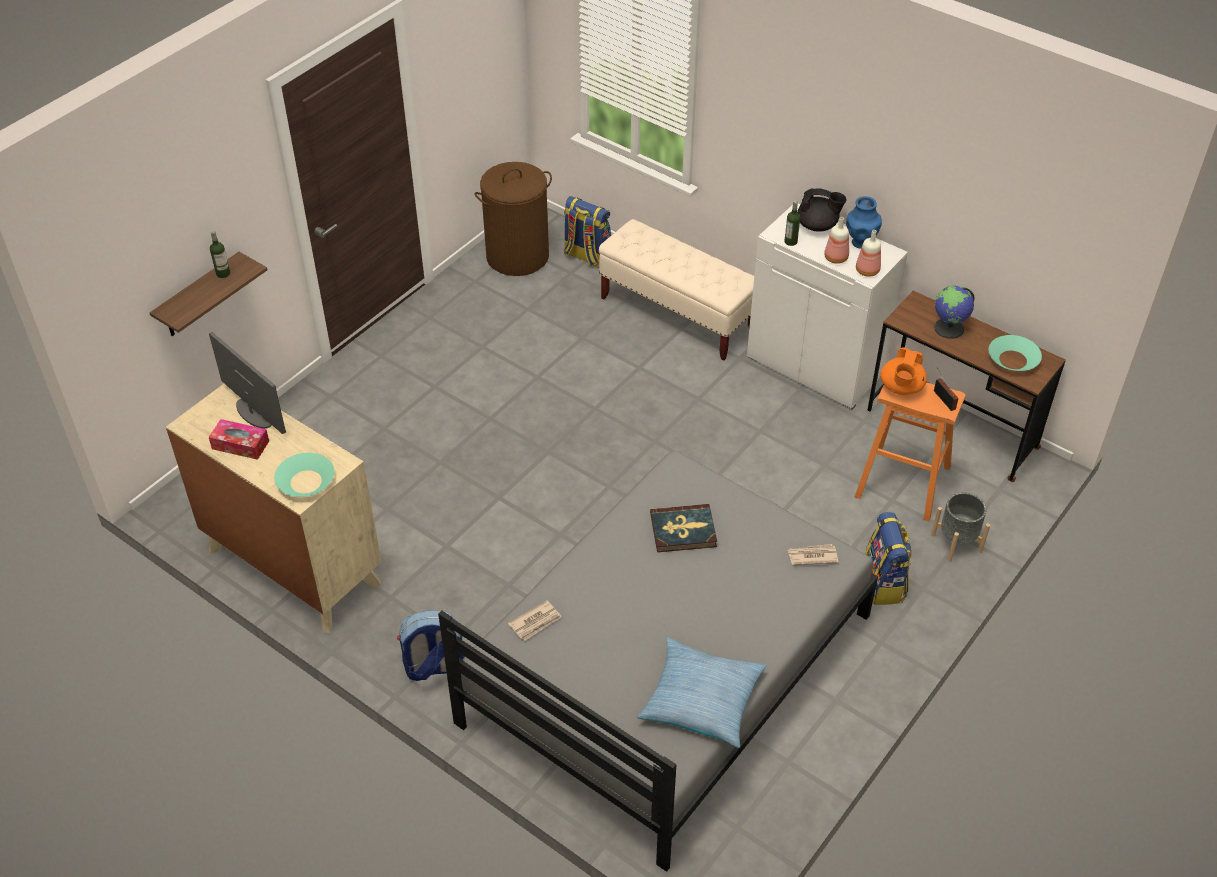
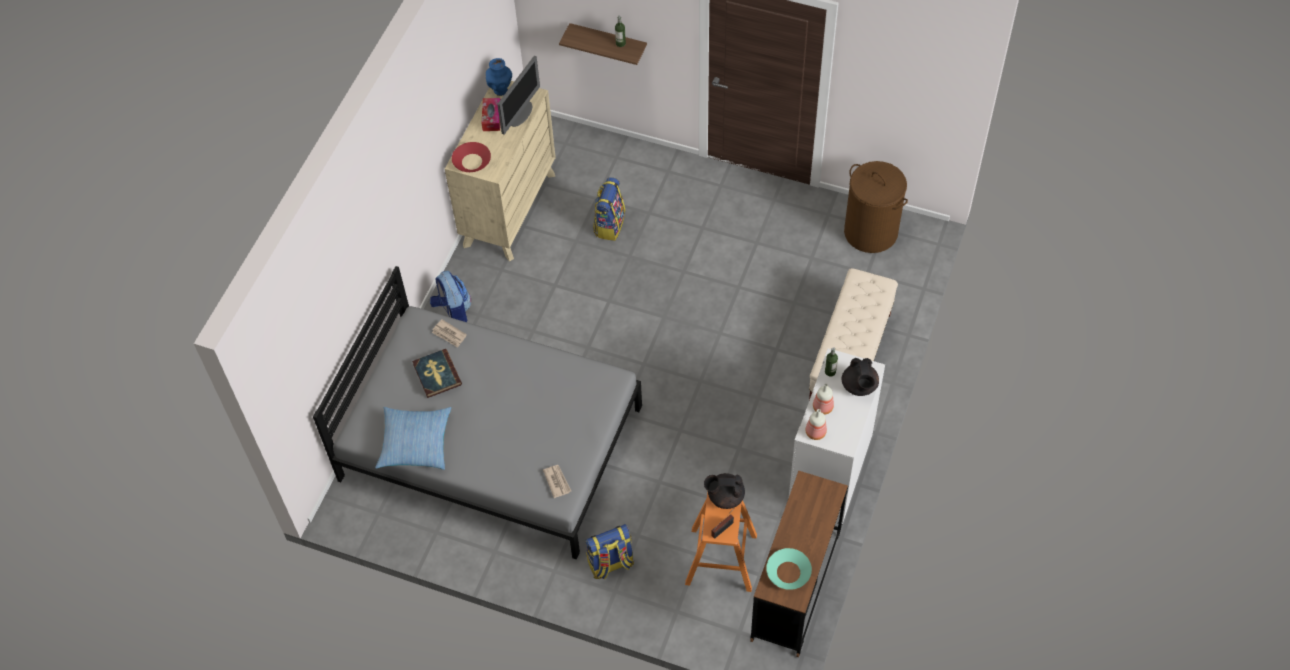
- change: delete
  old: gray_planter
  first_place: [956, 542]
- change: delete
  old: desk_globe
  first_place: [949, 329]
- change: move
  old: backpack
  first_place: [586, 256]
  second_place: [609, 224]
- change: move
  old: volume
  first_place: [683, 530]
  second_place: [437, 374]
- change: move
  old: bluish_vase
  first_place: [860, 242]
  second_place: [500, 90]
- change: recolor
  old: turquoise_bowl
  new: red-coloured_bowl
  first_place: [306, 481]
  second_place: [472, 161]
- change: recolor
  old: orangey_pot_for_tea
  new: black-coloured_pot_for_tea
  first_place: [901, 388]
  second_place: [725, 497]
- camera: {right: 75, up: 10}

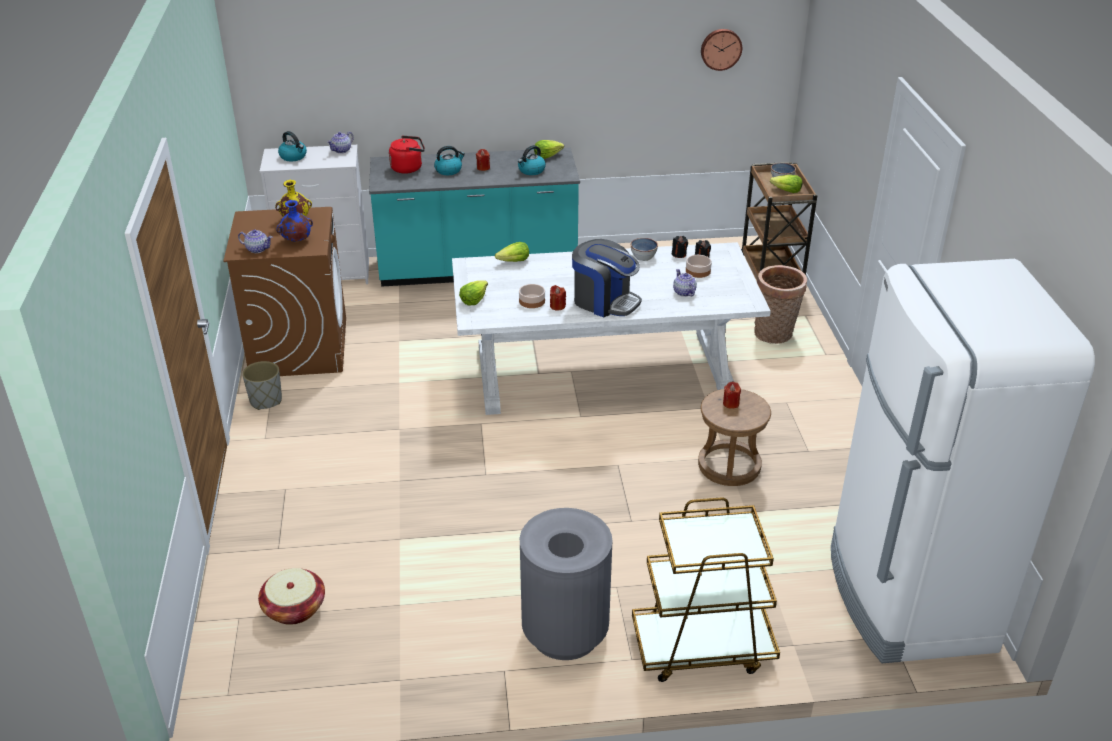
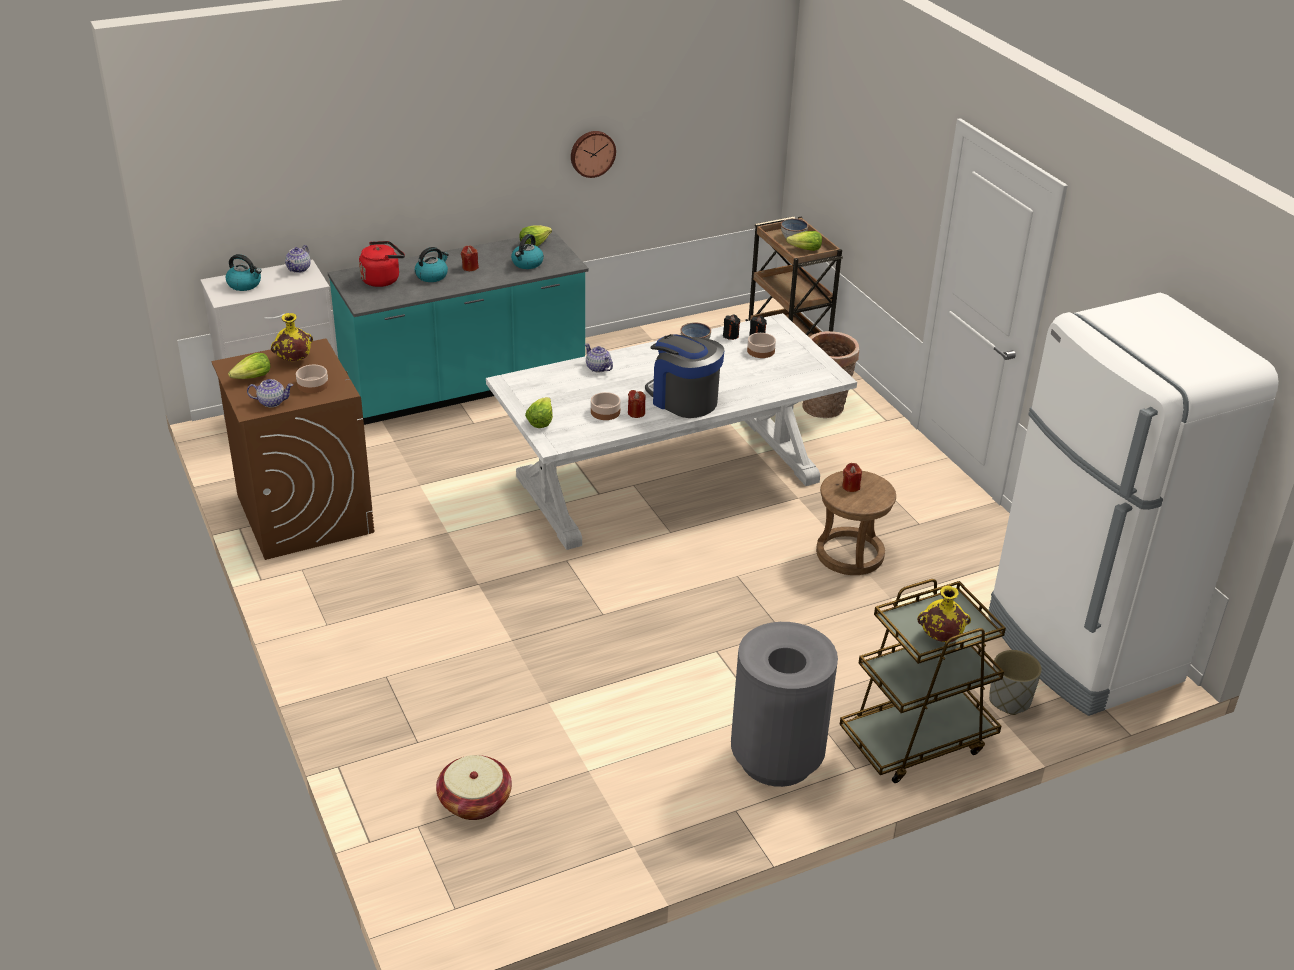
- change: insert
  new: yellow_vase
  second_place: [940, 637]
- change: move
  old: gray_planter
  first_place: [265, 401]
  second_place: [1009, 701]
- change: move
  old: lettuce_head
  first_place: [514, 261]
  second_place: [253, 378]
- change: move
  old: pot_for_tea
  first_place: [684, 292]
  second_place: [598, 368]
- change: move
  old: wall_clock
  first_place: [720, 49]
  second_place: [592, 153]
- change: replace
  old: bluish_vase
  new: bowl
  first_place: [296, 241]
  second_place: [312, 385]
- change: rotate
  old: coffee_machine
  first_place: [604, 301]
  second_place: [683, 399]
  degrees: -150
- camera: {right: -20, up: 0}

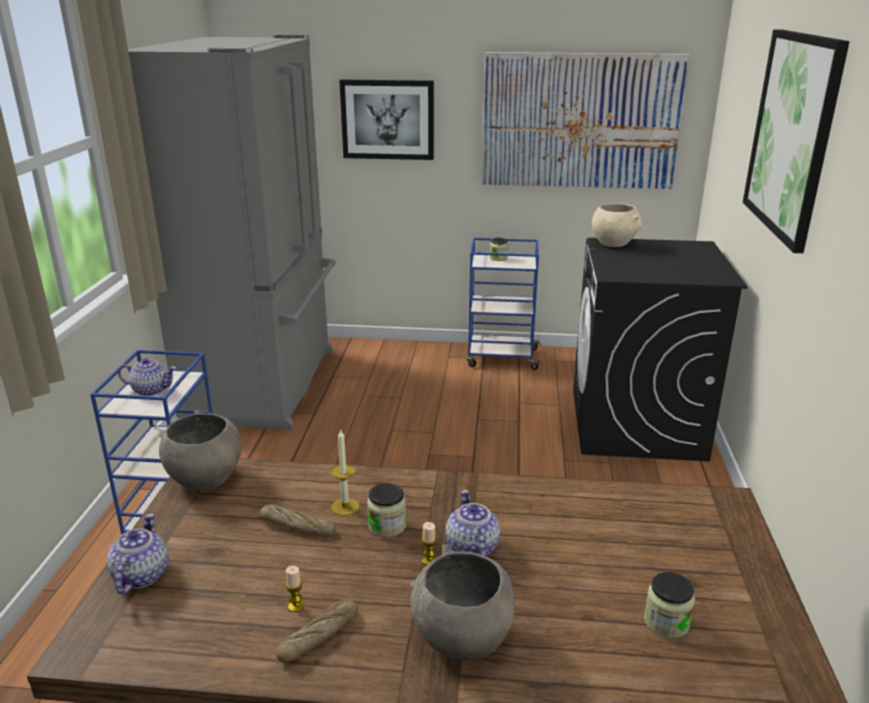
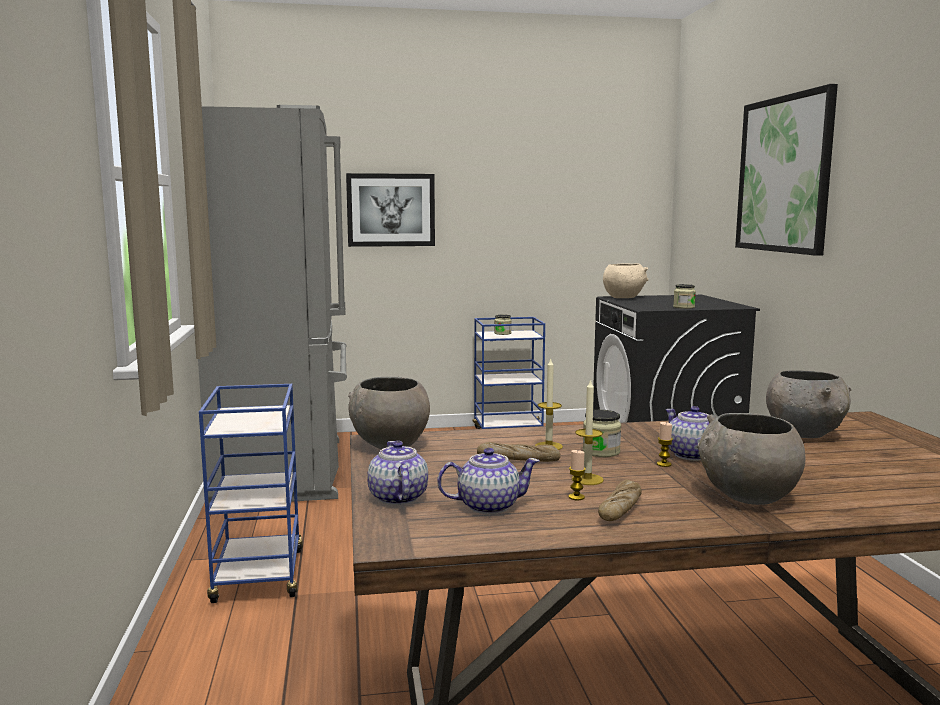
- change: delete
  old: wall_picture
  first_place: [580, 121]
- change: insert
  new: wax_candle
  second_place: [587, 479]
- change: insert
  new: gray_bowl
  second_place: [804, 434]
- change: move
  old: pot_for_tea
  first_place: [150, 390]
  second_place: [487, 506]
- change: move
  old: jar
  first_place: [666, 622]
  second_place: [684, 307]
- camera: {right: -15, up: -15}

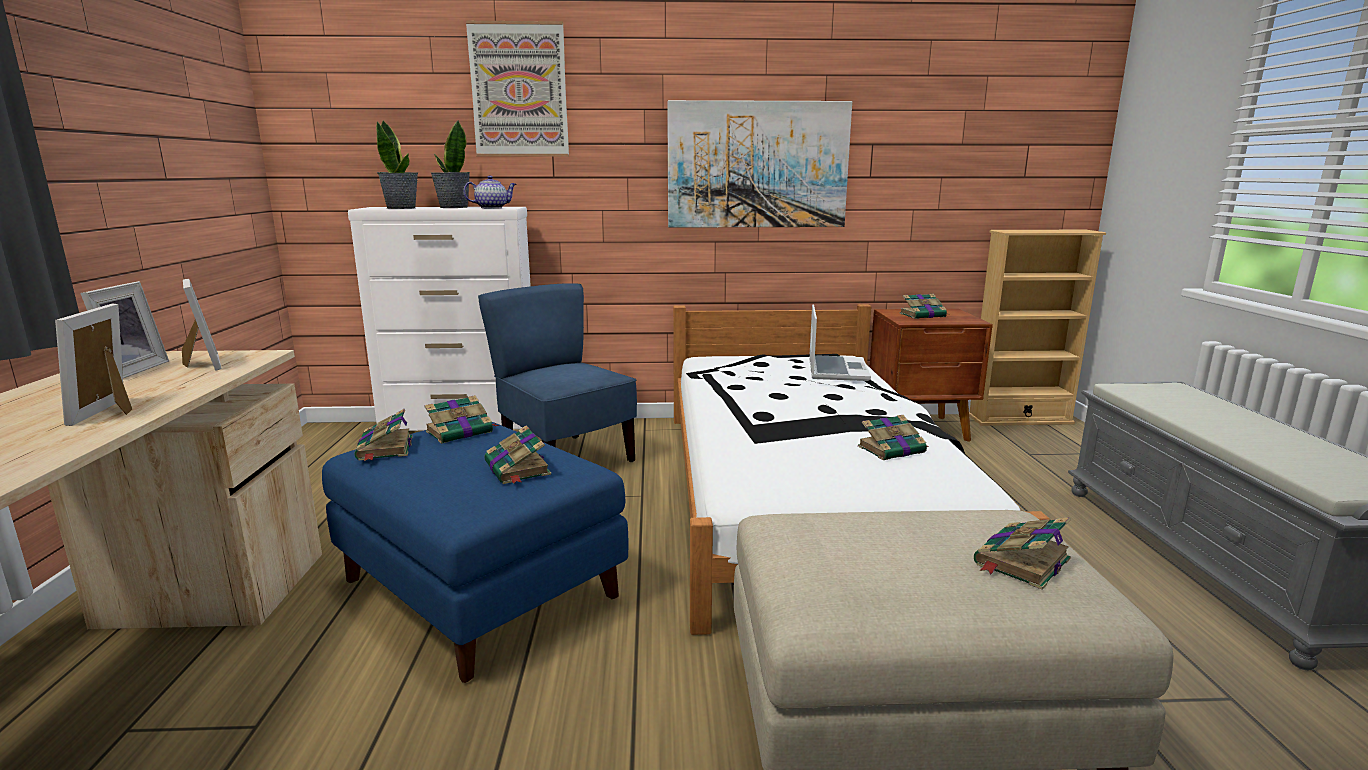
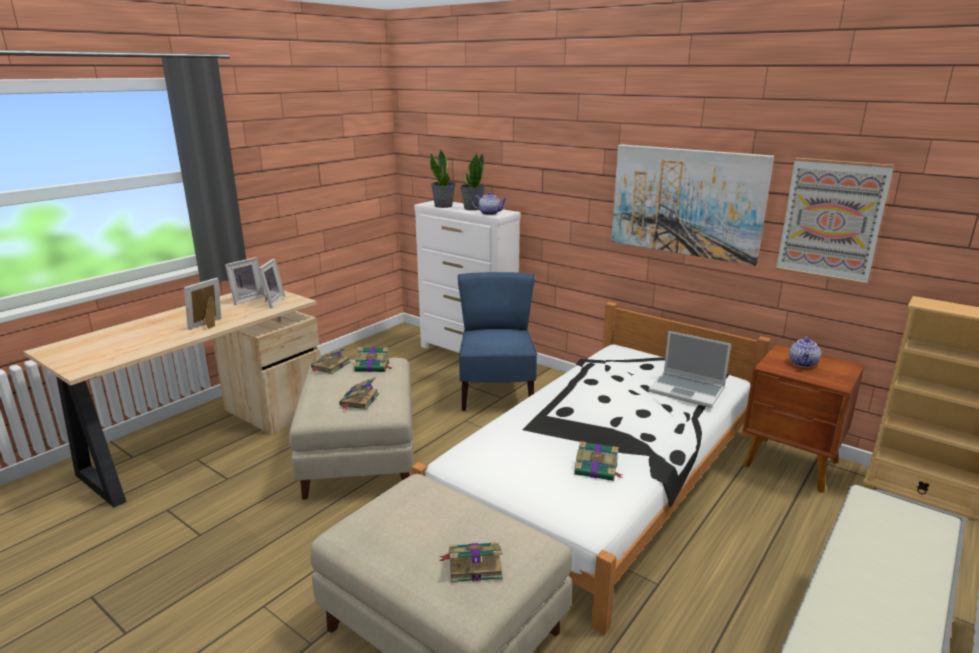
- change: move
  old: wall_picture
  first_place: [519, 90]
  second_place: [831, 220]
- change: replace
  old: volume
  new: pot_for_tea
  first_place: [923, 315]
  second_place: [803, 364]
- change: recolor
  old: bluish_pouffe
  new: sand-coloured_pouffe
  first_place: [482, 590]
  second_place: [361, 458]
- change: rotate
  old: laptop
  first_place: [836, 370]
  second_place: [688, 390]
  degrees: 75
- camera: {right: 40, up: 5}

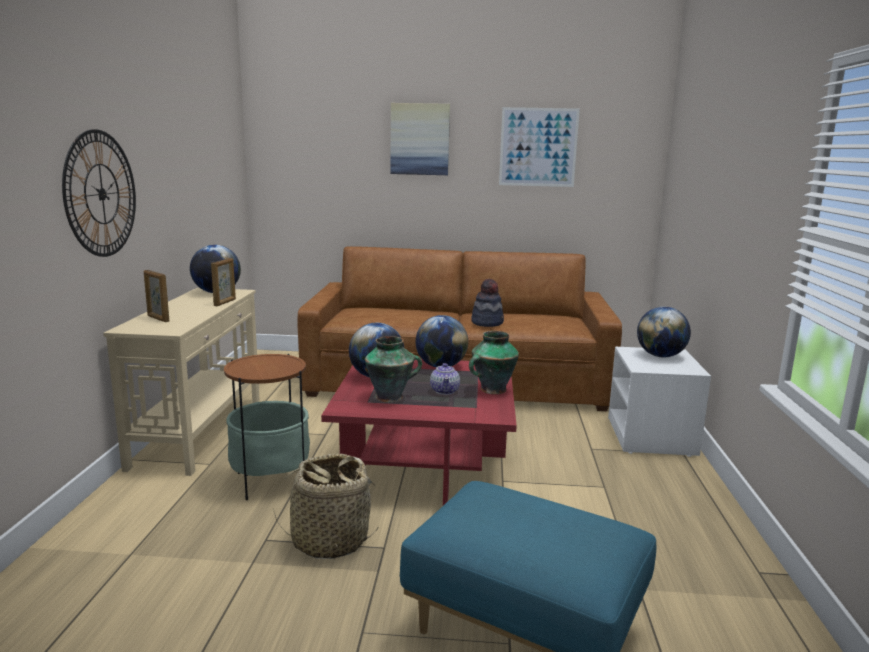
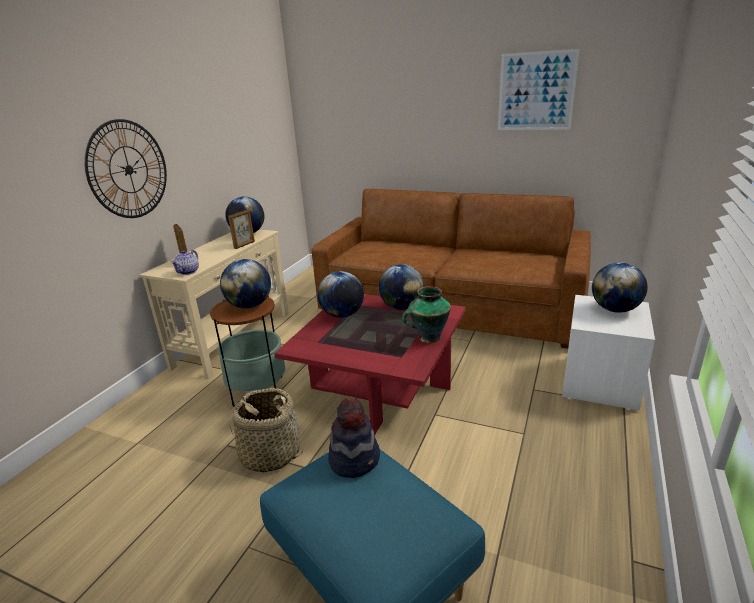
- change: delete
  old: vase
  first_place: [391, 397]
- change: delete
  old: wall_picture
  first_place: [420, 139]
- change: insert
  new: desk_globe
  second_place: [249, 306]
- change: move
  old: pot_for_tea
  first_place: [445, 391]
  second_place: [188, 272]
- change: move
  old: clothing_hat
  first_place: [487, 322]
  second_place: [355, 459]
- camera: {right: 20, up: 10}

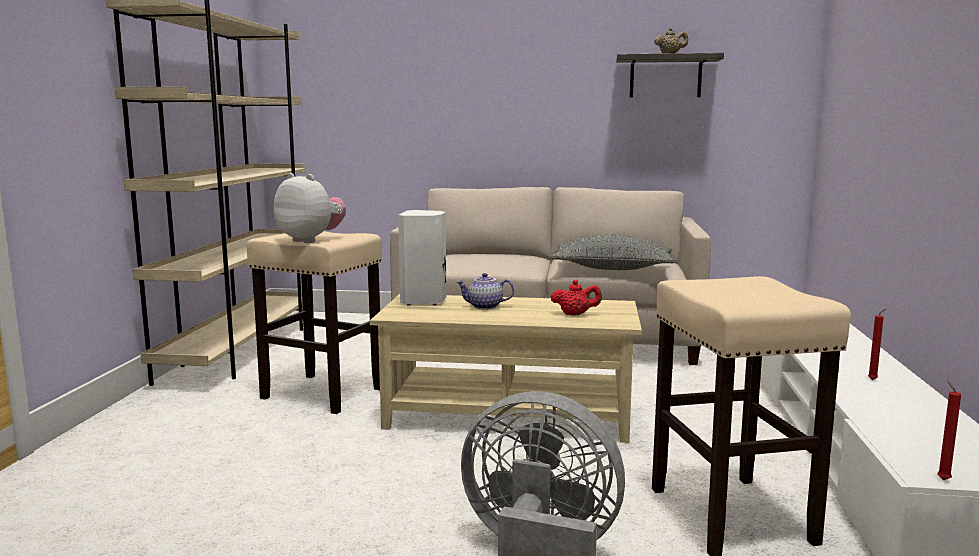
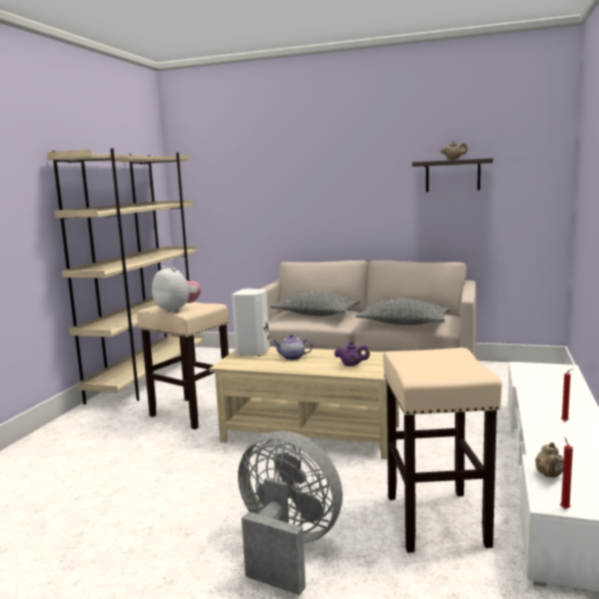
- change: insert
  new: gray_cushion
  second_place: [316, 315]
- change: insert
  new: sand-coloured_pot_for_tea
  second_place: [549, 475]
- change: recolor
  old: red-coloured_pot_for_tea
  new: purple_pot_for_tea
  first_place: [575, 314]
  second_place: [352, 365]
- camera: {right: 10, up: 0}

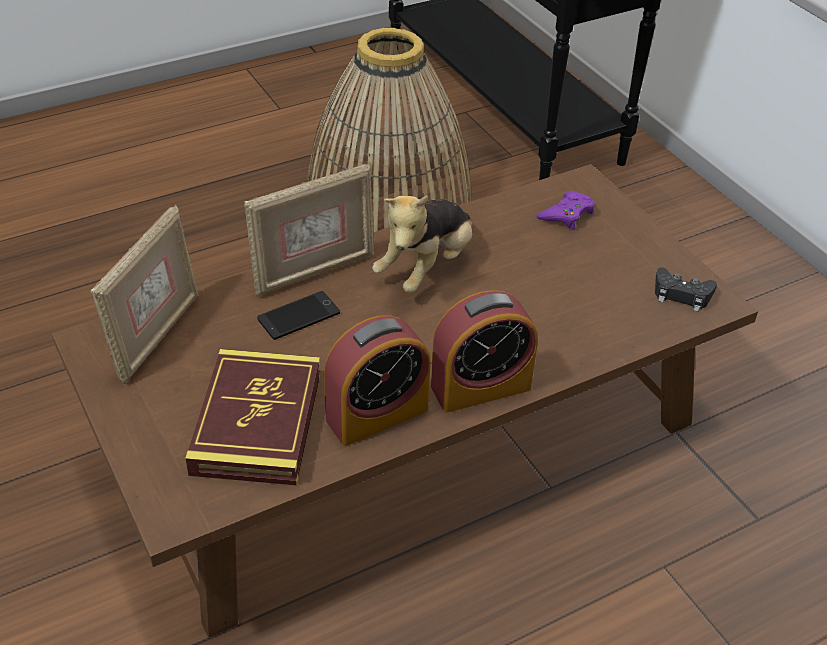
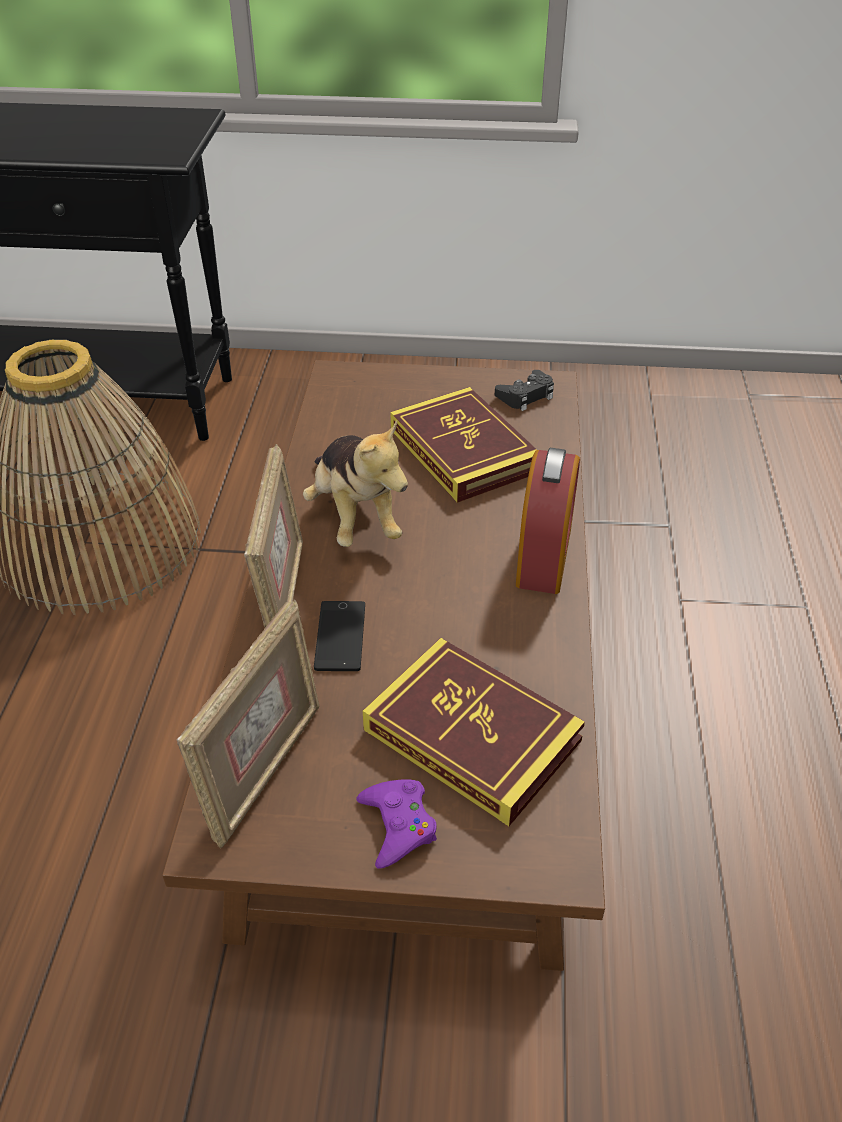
- change: delete
  old: alarm_clock
  first_place: [377, 414]
- change: insert
  new: volume
  second_place: [463, 451]
- change: move
  old: purple_joypad
  first_place: [567, 214]
  second_place: [398, 825]
- change: rotate
  old: standing_frame
  first_place: [156, 336]
  second_place: [264, 769]
  degrees: 60
- camera: {right: -55, up: 0}

